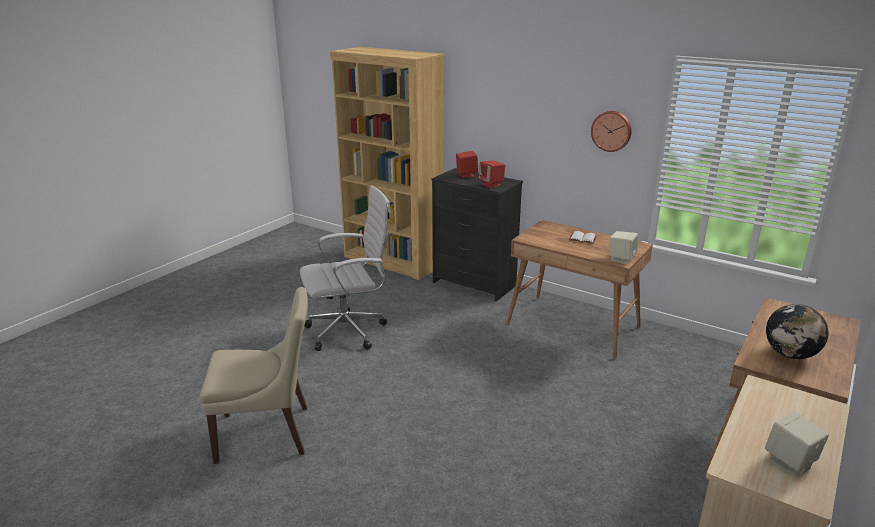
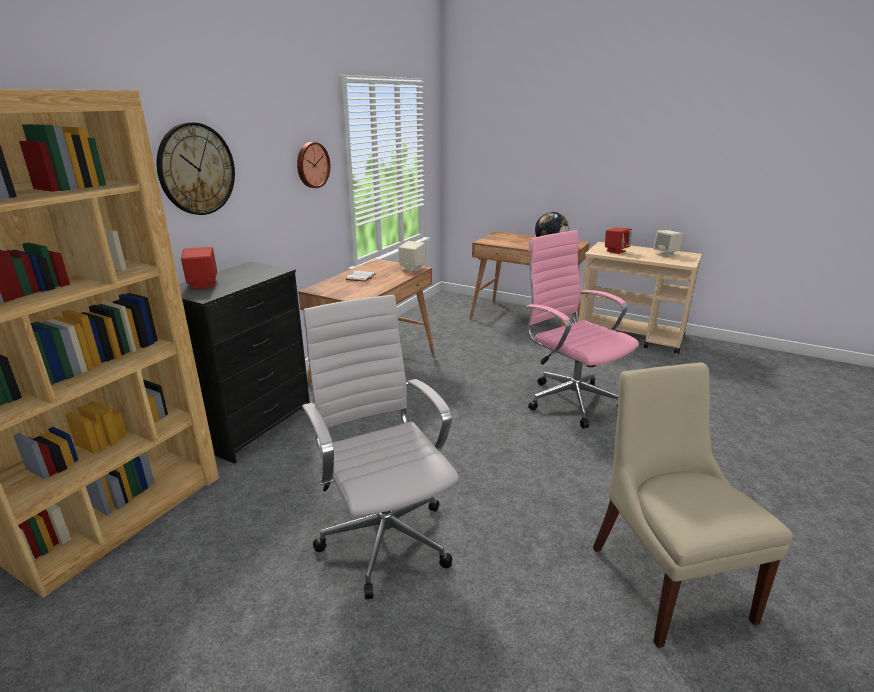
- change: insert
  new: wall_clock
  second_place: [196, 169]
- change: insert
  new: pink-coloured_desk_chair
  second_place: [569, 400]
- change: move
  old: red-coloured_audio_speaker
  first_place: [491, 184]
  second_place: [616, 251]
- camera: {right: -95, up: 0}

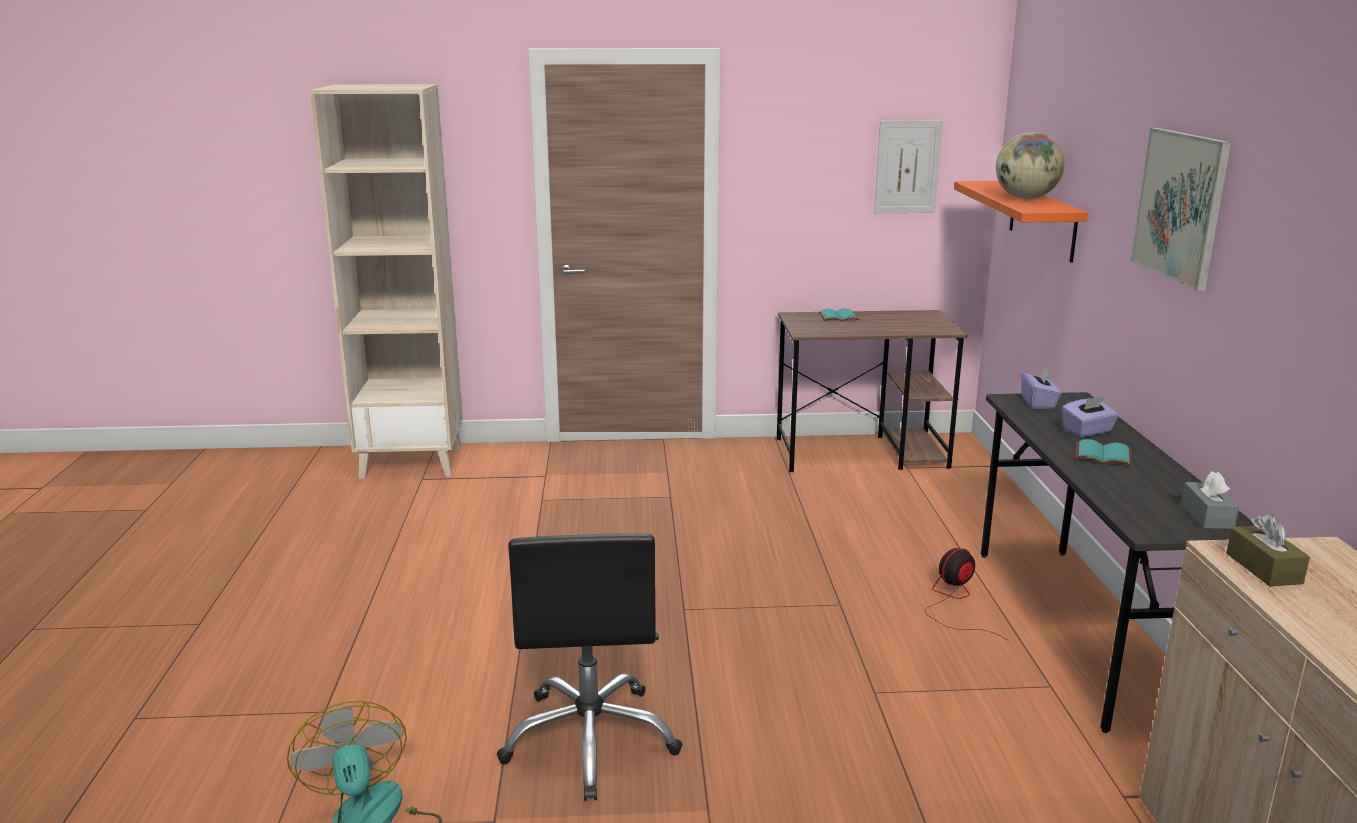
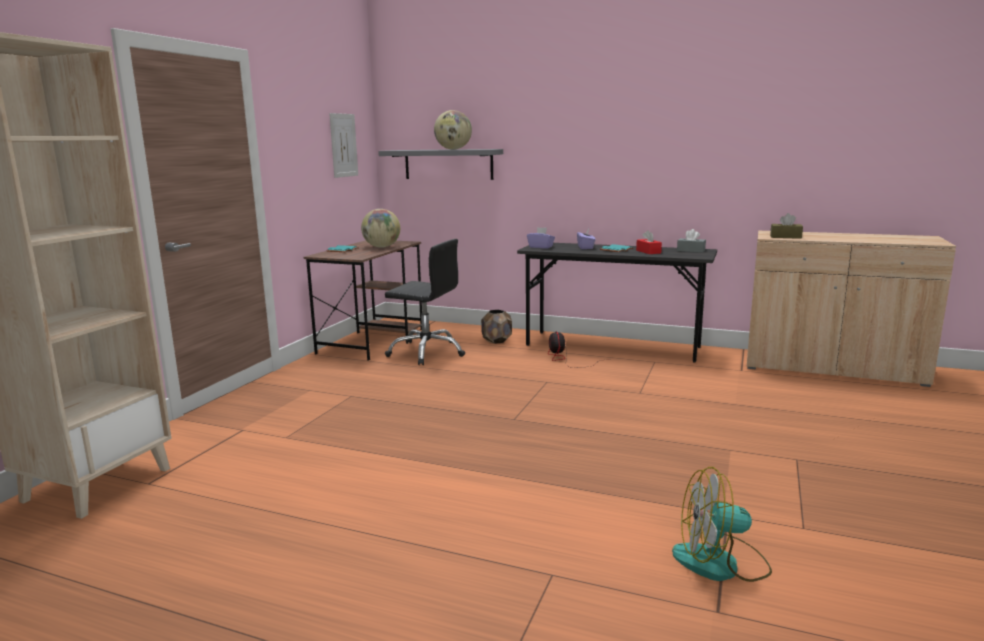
- change: delete
  old: wall_picture
  first_place: [1180, 206]
- change: insert
  new: desk_globe
  second_place: [381, 247]
- change: insert
  new: brownish_planter
  second_place: [497, 341]
- change: insert
  new: red-coloured_tissue_box
  second_place: [648, 252]
- change: move
  old: black-coloured_desk_chair
  first_place: [591, 739]
  second_place: [427, 352]
- change: recolor
  old: orangey_wall_shelf
  new: gray_wall_shelf
  first_place: [1042, 220]
  second_place: [448, 164]
- camera: {right: -65, up: -5}

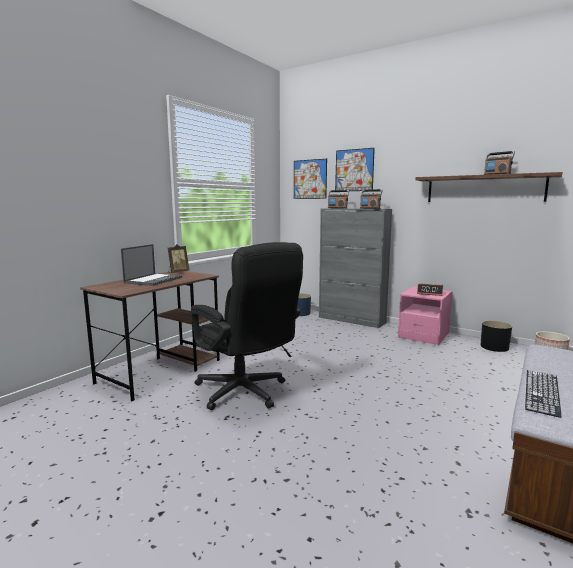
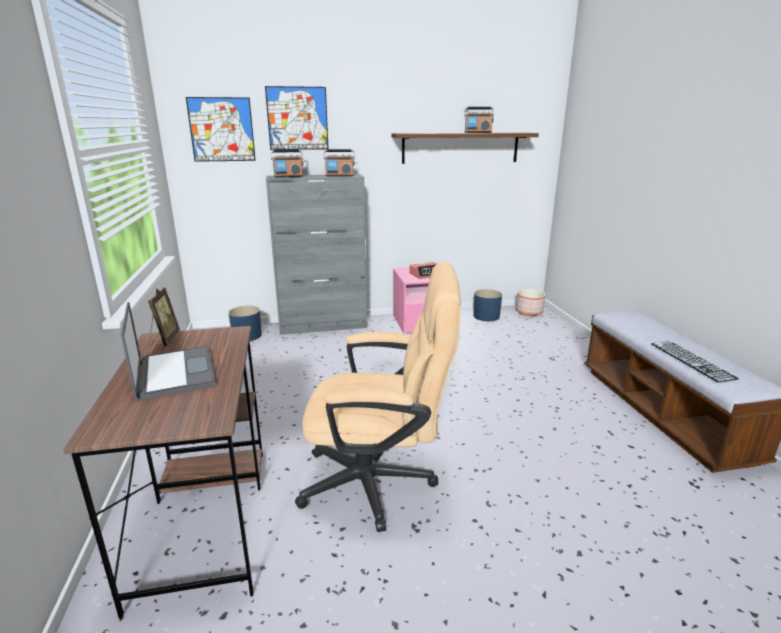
- change: recolor
  old: black-coloured_desk_chair
  new: sand-coloured_desk_chair
  first_place: [246, 393]
  second_place: [380, 483]
- change: recolor
  old: black-coloured_planter
  new: bluish_planter
  first_place: [494, 347]
  second_place: [486, 316]
- camera: {right: -45, up: 10}

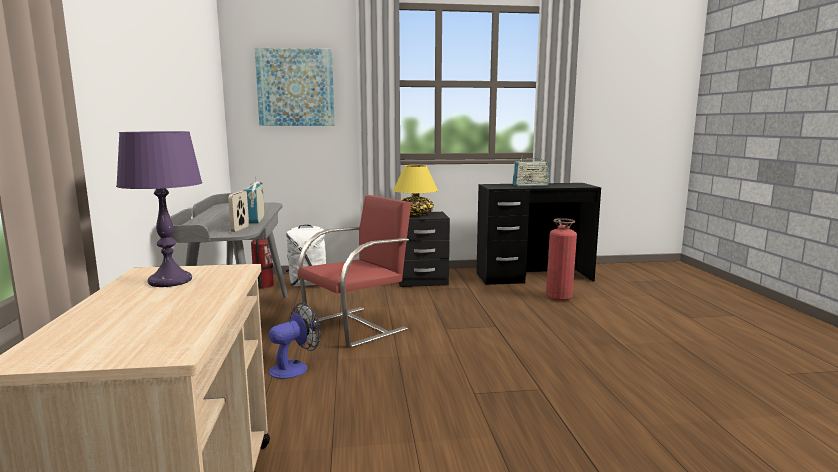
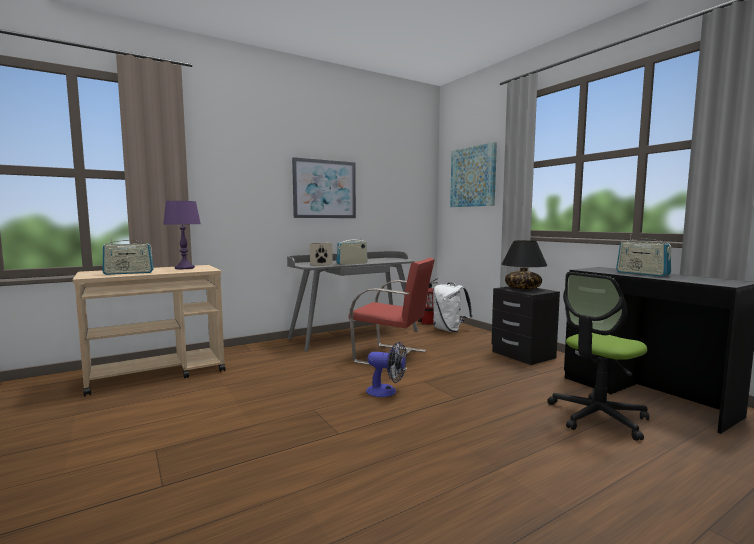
- change: insert
  new: radio
  second_place: [129, 273]
- change: insert
  new: wall_picture
  second_place: [324, 189]
- change: move
  old: fan
  first_place: [295, 368]
  second_place: [386, 392]
- change: replace
  old: extinguisher
  new: desk_chair
  first_place: [559, 297]
  second_place: [597, 417]
- change: recolor
  old: yellow_table_lamp
  new: black-coloured_table_lamp
  first_place: [415, 214]
  second_place: [523, 288]
- camera: {right: 65, up: -5}

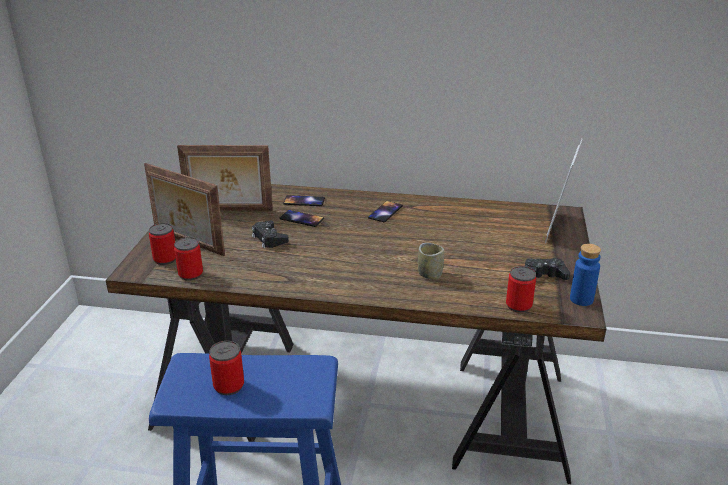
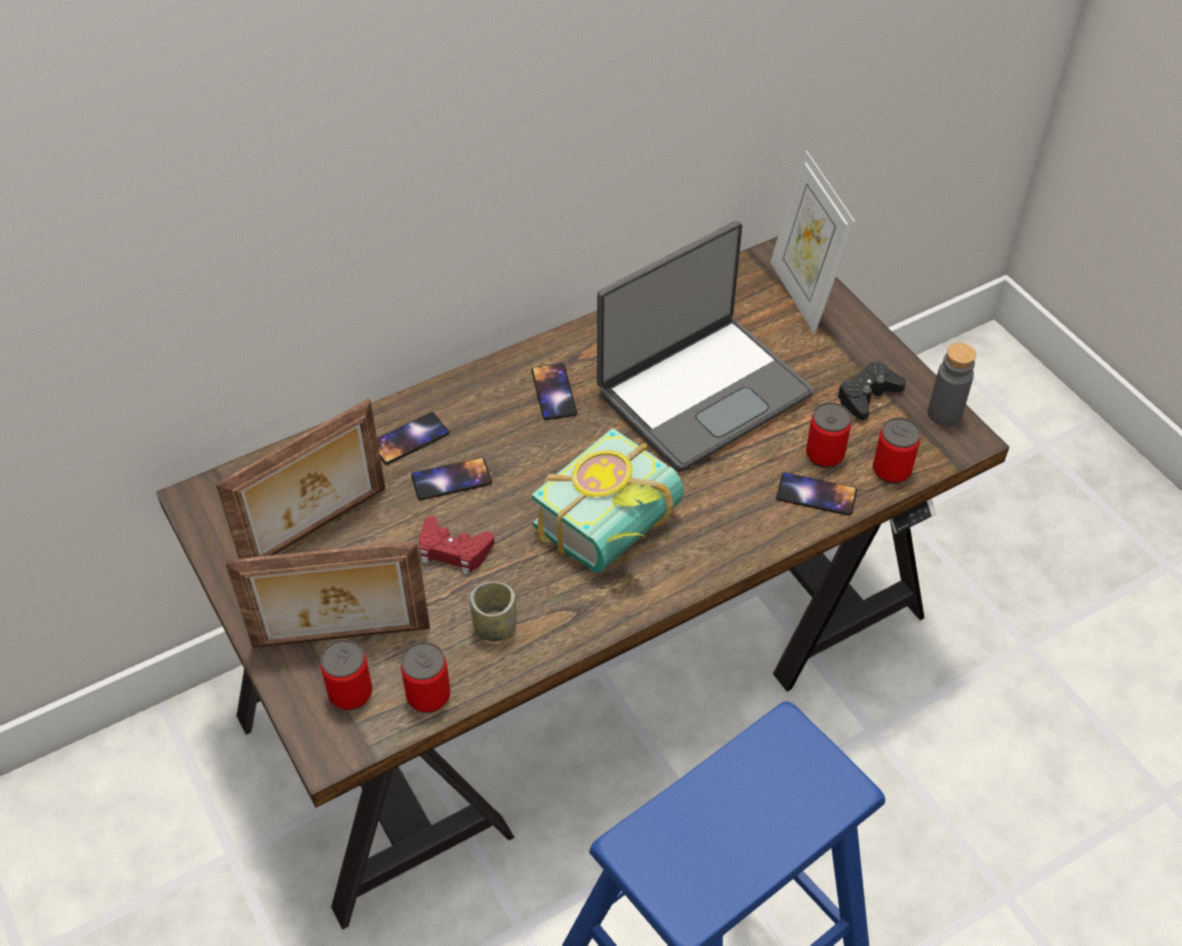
- change: insert
  new: volume
  second_place: [618, 531]
- change: insert
  new: laptop
  second_place: [702, 392]
- change: insert
  new: handset
  second_place: [816, 494]
- change: move
  old: can
  first_place: [229, 386]
  second_place: [824, 454]
- change: move
  old: cup
  first_place: [430, 274]
  second_place: [495, 627]
- change: recolor
  old: black-coloured_joypad
  new: red-coloured_joypad
  first_place: [269, 238]
  second_place: [453, 550]
- change: recolor
  old: bluish_drink_bottle
  new: gray_drink_bottle
  first_place: [581, 299]
  second_place: [944, 414]
- camera: {right: -40, up: 20}

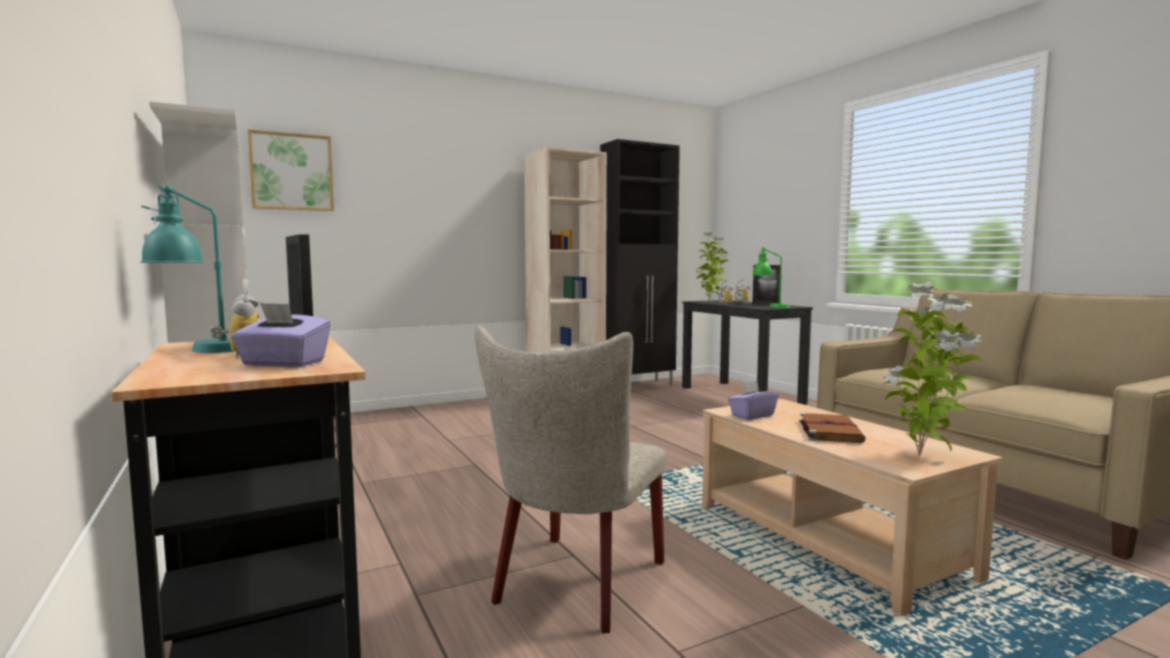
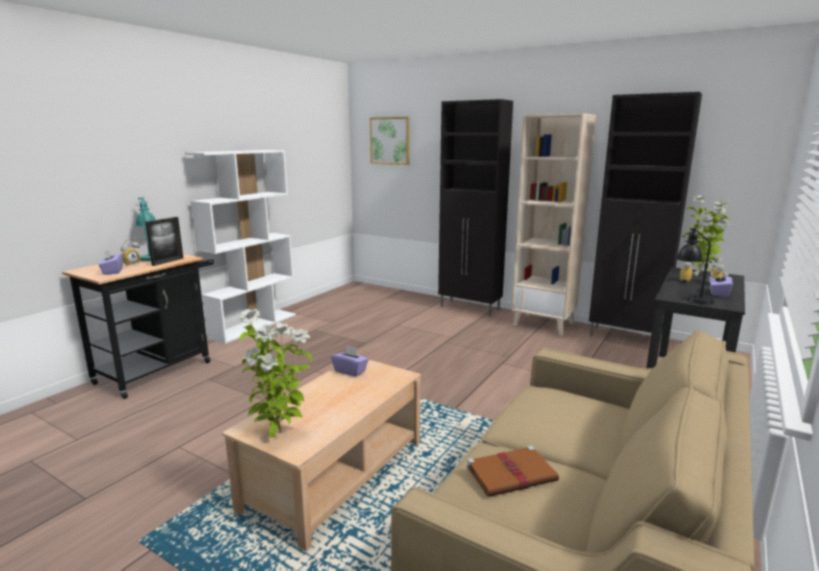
- change: delete
  old: sand-coloured_chair
  first_place: [575, 586]
- change: insert
  new: black-coloured_storage_cabinet
  second_place: [470, 308]
- change: move
  old: brownish_volume
  first_place: [829, 431]
  second_place: [512, 474]
- change: replace
  old: standing_frame
  new: purple_tissue_box
  first_place: [765, 304]
  second_place: [718, 293]
- change: recolor
  old: green-coloured_table_lamp
  new: black-coloured_table_lamp
  first_place: [770, 307]
  second_place: [691, 297]
- camera: {right: 60, up: 10}

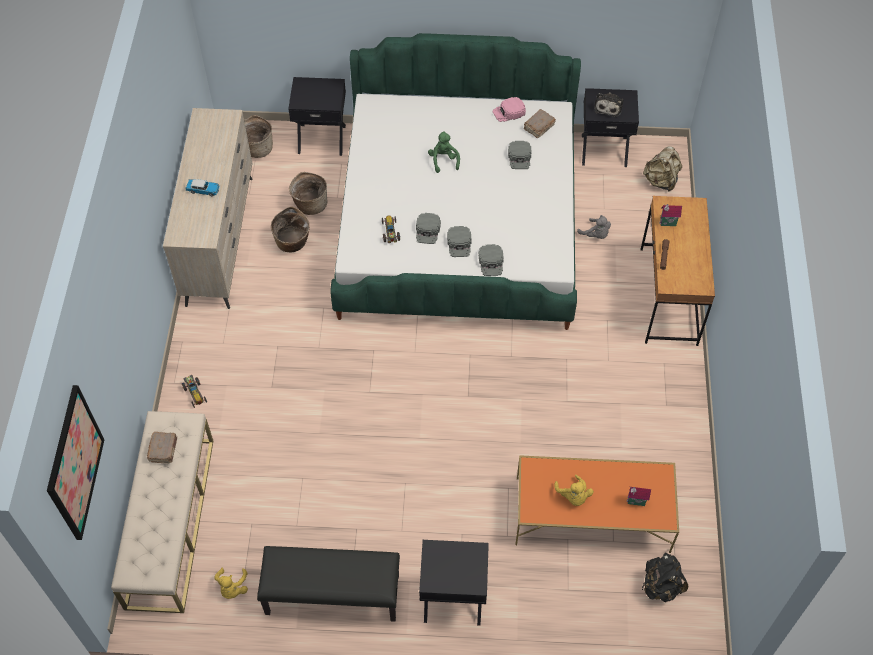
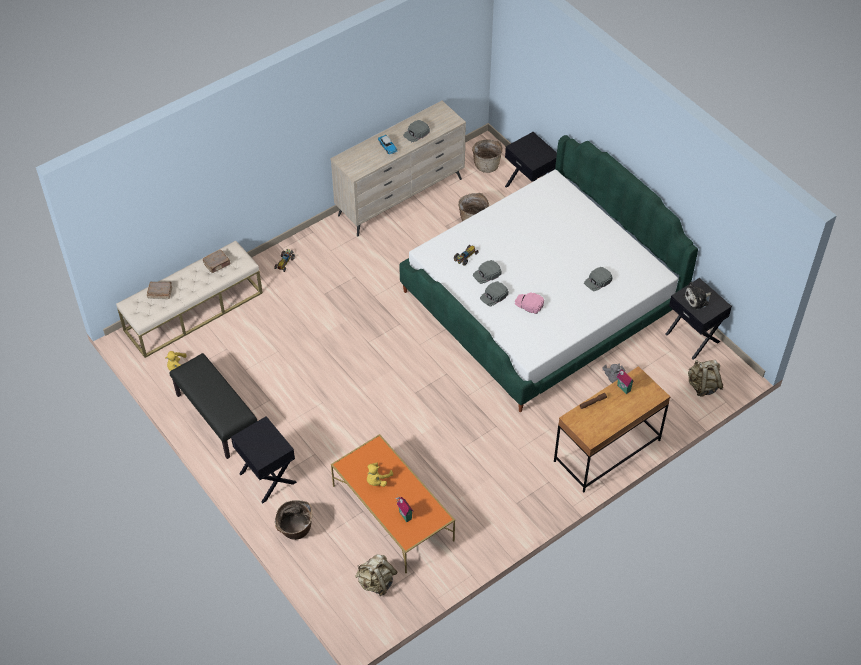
- change: delete
  old: wall_picture
  first_place: [74, 463]
- change: delete
  old: green-coloured_soft_toy
  first_place: [443, 160]
- change: move
  old: storage_basket
  first_place: [293, 243]
  second_place: [295, 530]
- change: move
  old: gray_baseball_cap
  first_place: [491, 262]
  second_place: [416, 133]
- change: move
  old: pink-coloured_baseball_cap
  first_place: [509, 112]
  second_place: [529, 304]
- change: move
  old: brownish_volume
  first_place: [538, 127]
  second_place: [159, 293]
- change: recolor
  old: black-coloured_backpack
  new: sand-coloured_backpack
  first_place: [660, 585]
  second_place: [376, 582]
- camera: {right: 50, up: -5}

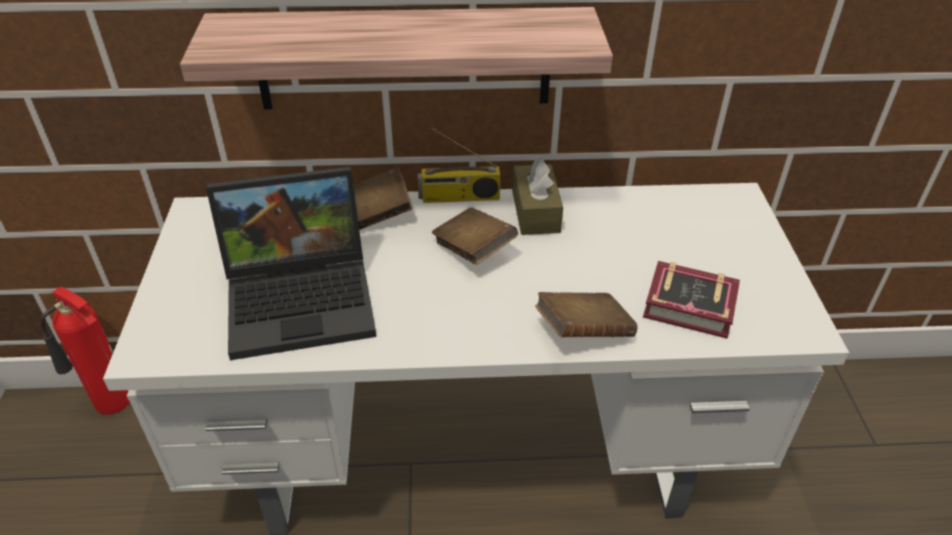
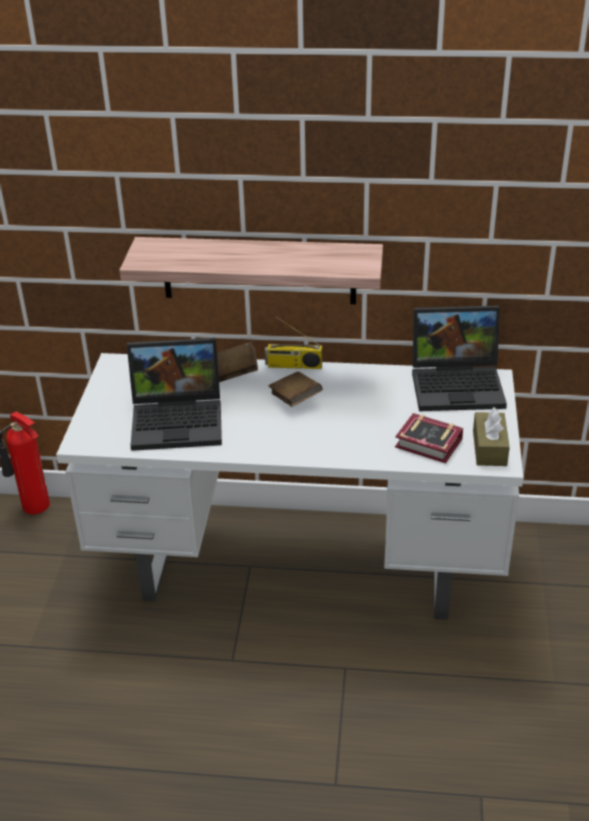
- change: delete
  old: brownish_volume
  first_place: [583, 331]
- change: insert
  new: laptop
  second_place: [459, 384]
- change: move
  old: brownish_tissue_box
  first_place: [535, 211]
  second_place: [489, 448]
- camera: {right: 10, up: -5}

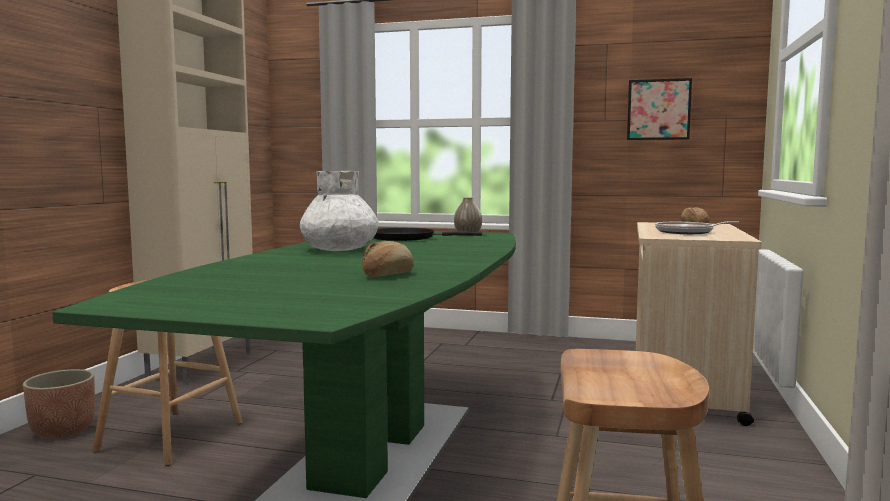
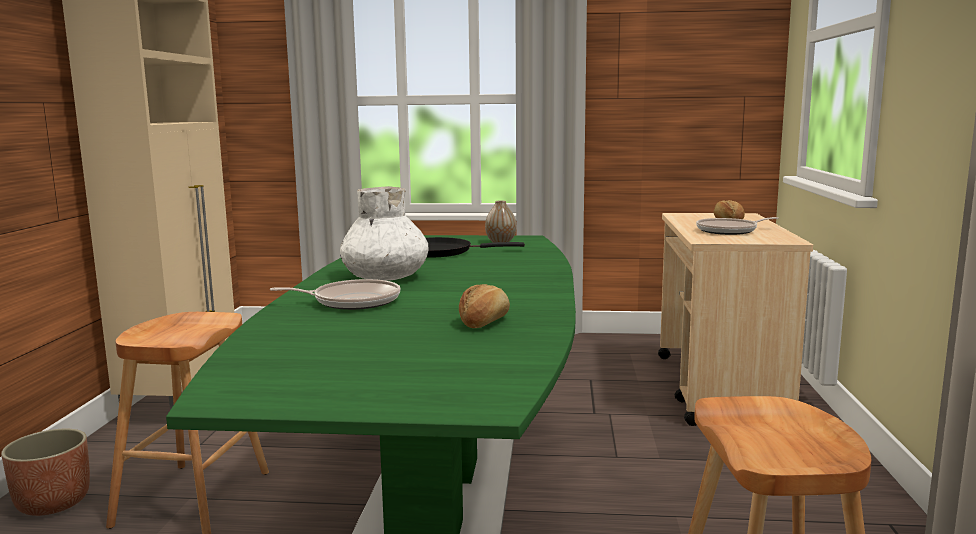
- change: delete
  old: wall_picture
  first_place: [658, 109]
- change: insert
  new: frying_pan
  second_place: [352, 301]
- camera: {right: -10, up: 5}

